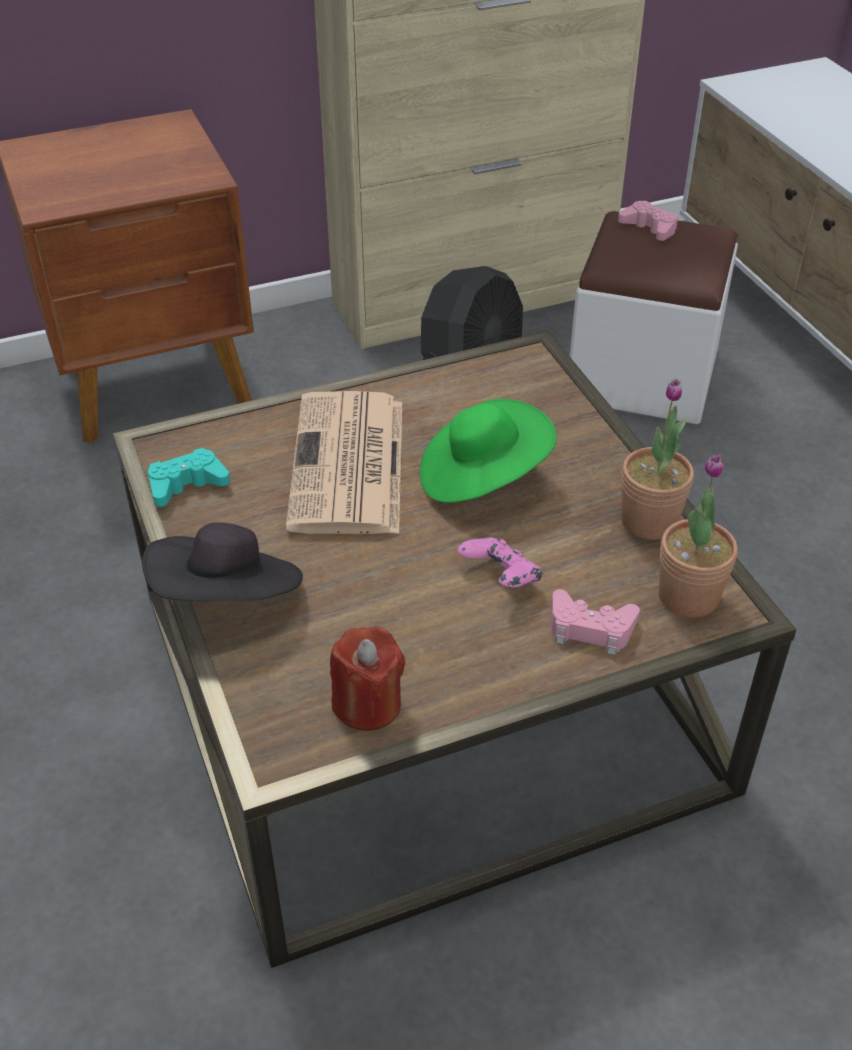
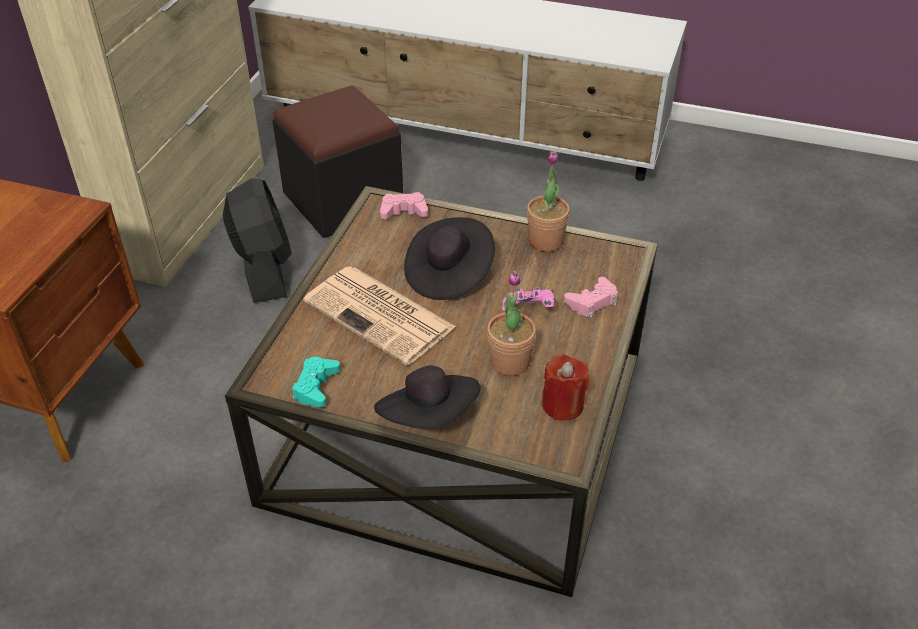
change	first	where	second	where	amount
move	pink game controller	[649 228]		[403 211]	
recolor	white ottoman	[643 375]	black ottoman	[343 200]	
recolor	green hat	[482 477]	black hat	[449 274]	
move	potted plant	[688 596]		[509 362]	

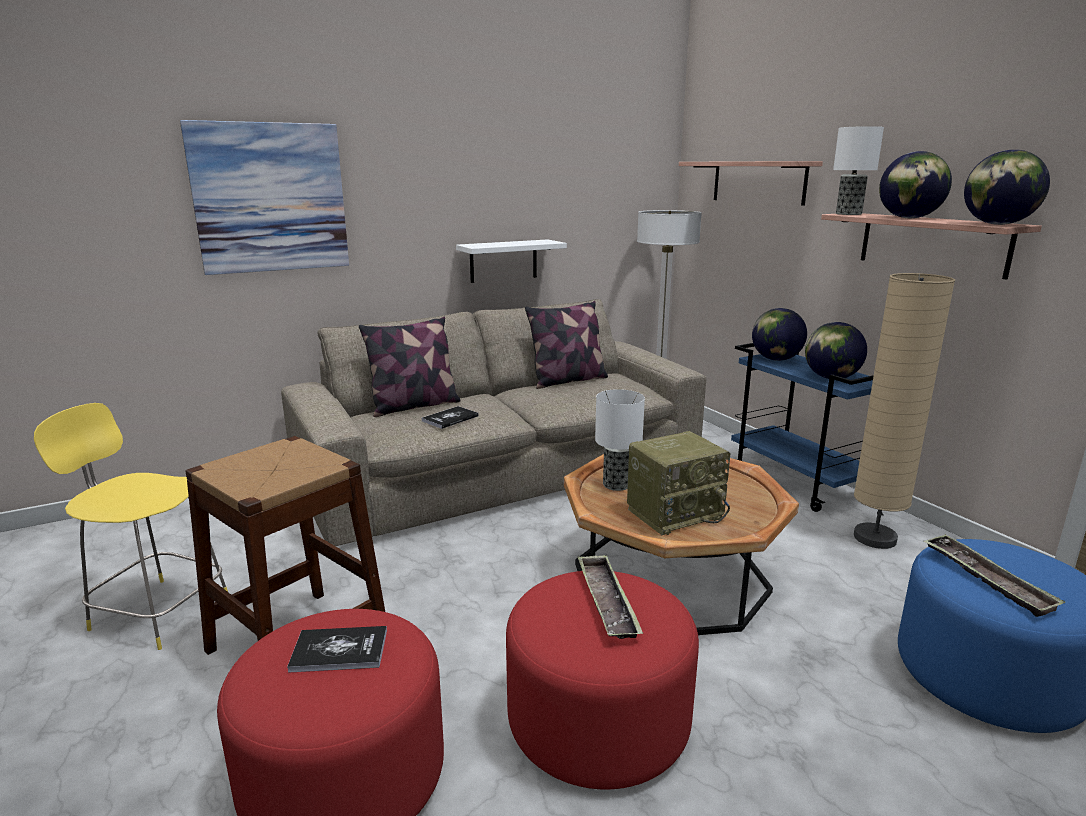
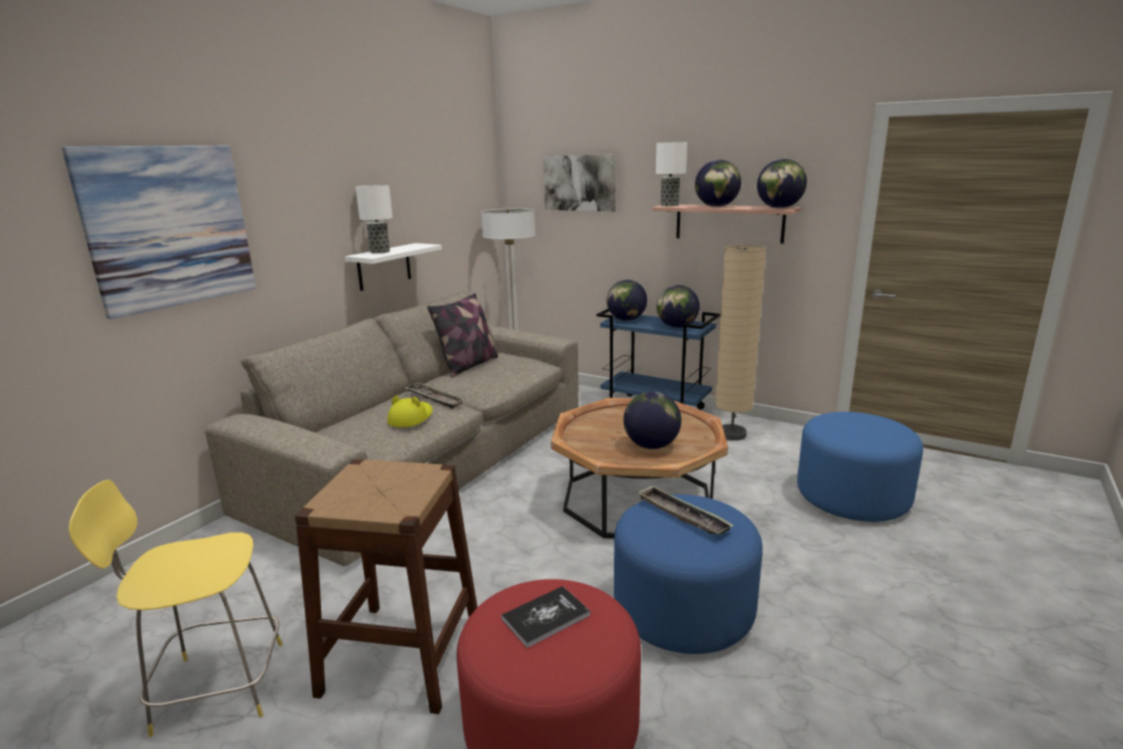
change	first	where	second	where	amount
replace	shelf	[758 182]	picture	[579 183]	
delete	pillow	[414 406]			
move	table lamp	[616 484]		[379 252]	
replace	book	[450 418]	yellow hat	[410 418]	
replace	radio	[675 513]	globe	[651 445]	
move	tray	[986 579]		[434 398]	
recolor	red ottoman	[598 722]	blue ottoman	[683 609]	

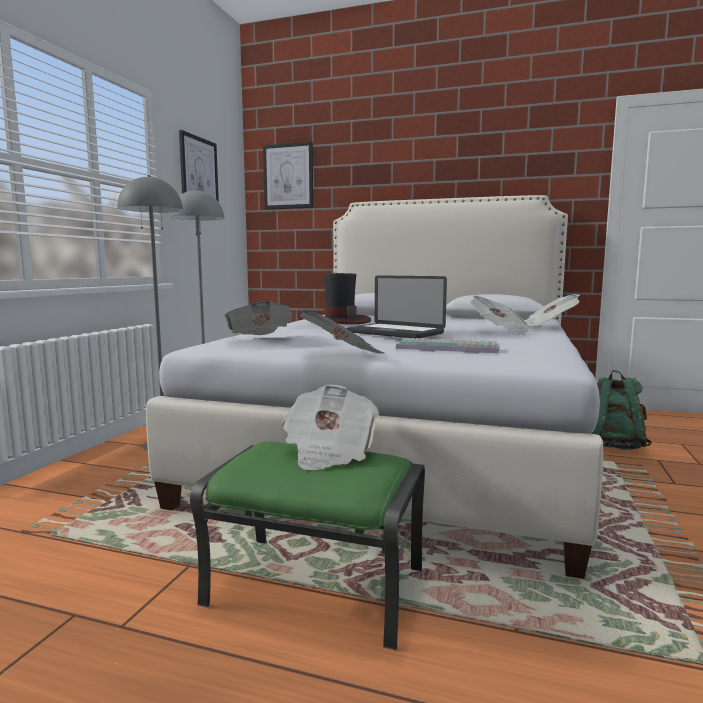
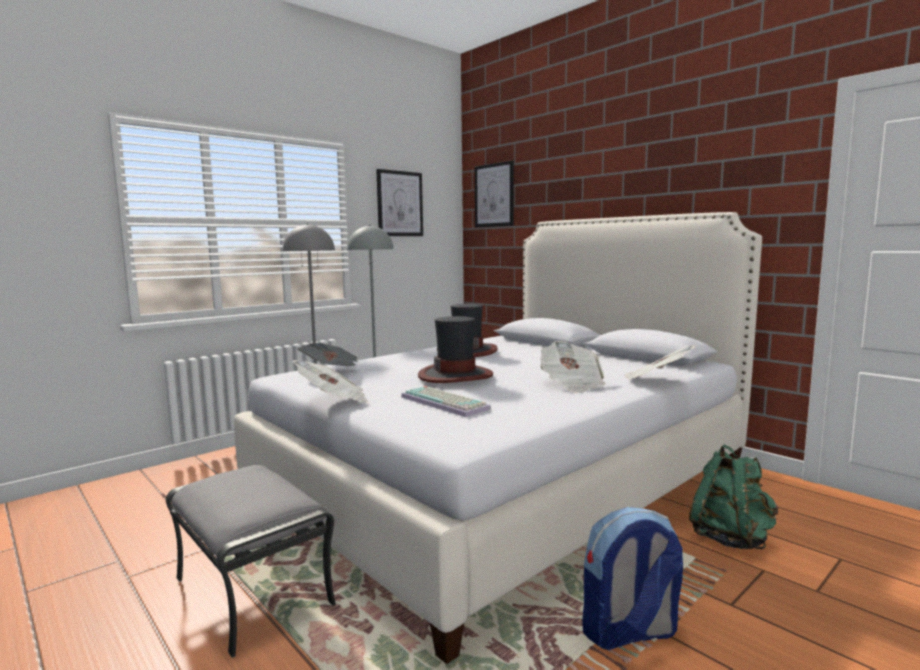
change	first	where	second	where	amount
replace	laptop	[395 333]	hat	[455 375]	
delete	newspaper	[329 452]			
recolor	green ottoman	[318 586]	grey ottoman	[255 591]	
insert			backpack	[629 633]	

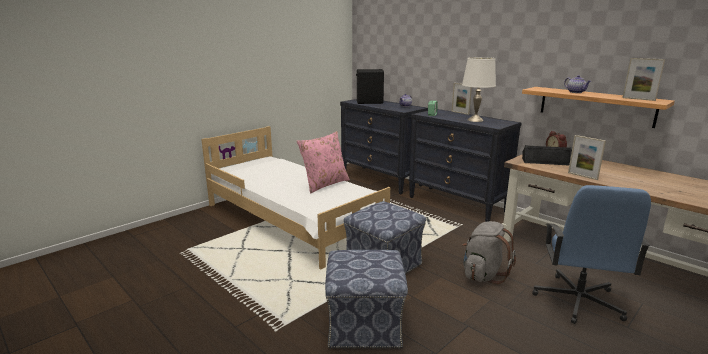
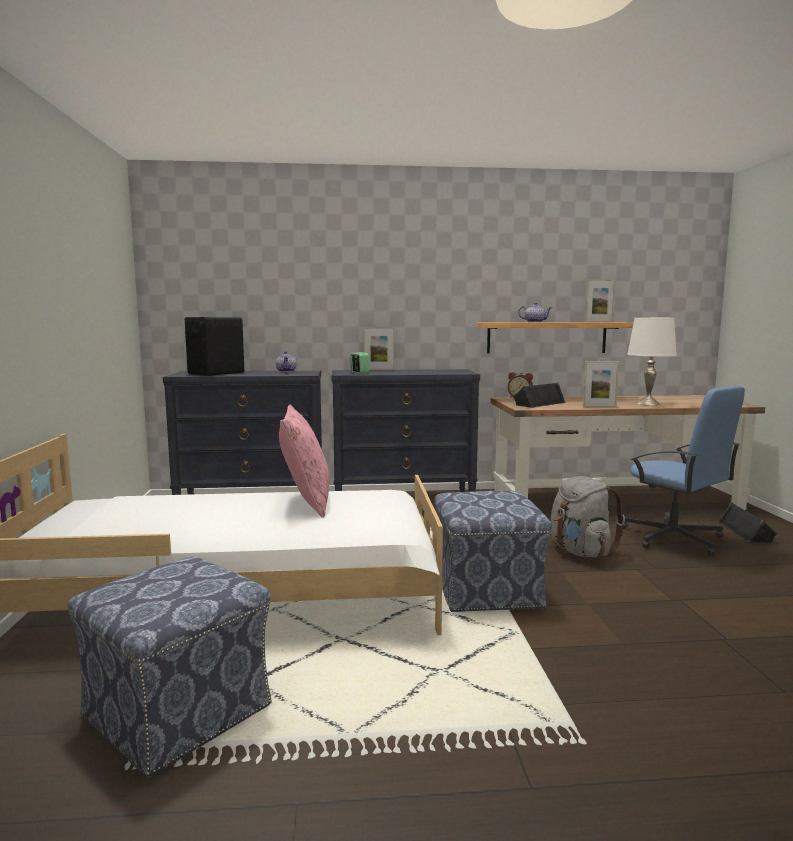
change	first	where	second	where	amount
move	white table lamp	[475 120]		[648 403]	
move	ottoman	[365 325]		[179 710]	
insert			black speaker	[746 532]	

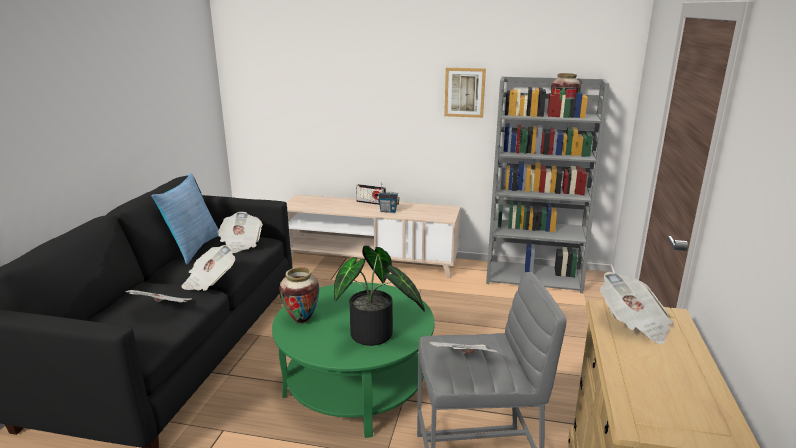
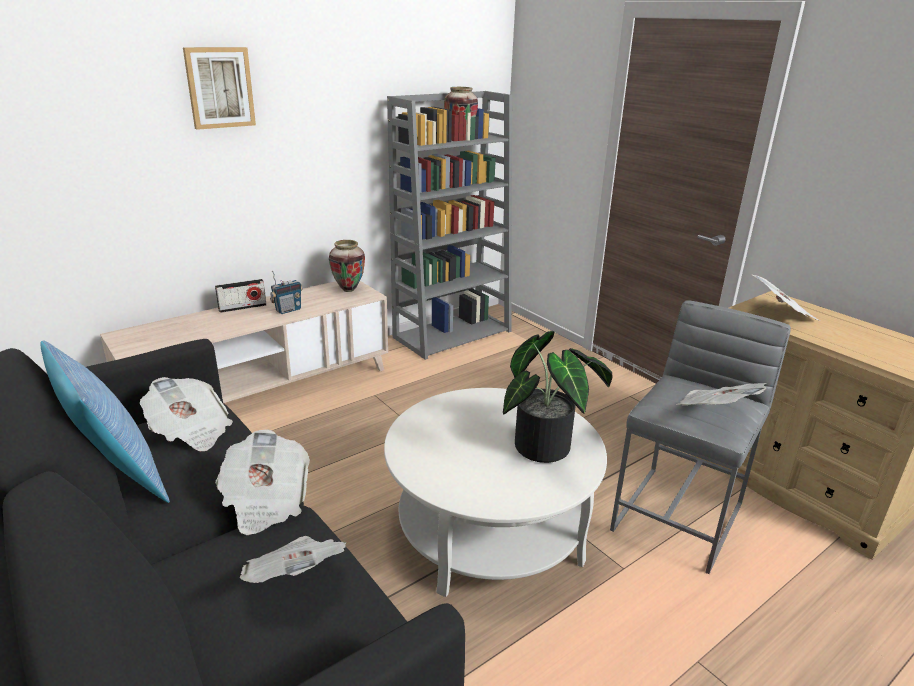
change	first	where	second	where	amount
move	picture	[464 92]		[220 87]	
move	vase	[302 320]		[349 290]	
recolor	green coffee table	[356 385]	white coffee table	[489 528]	

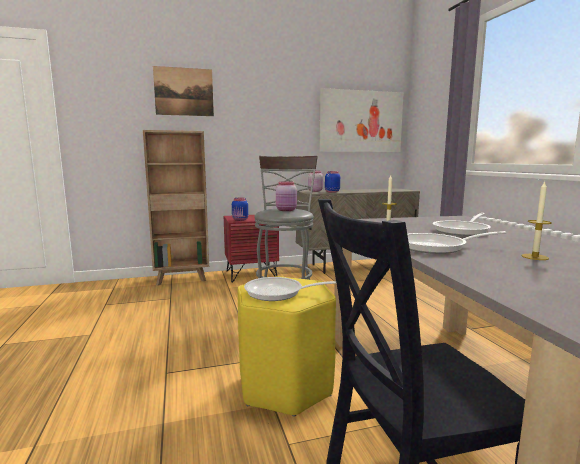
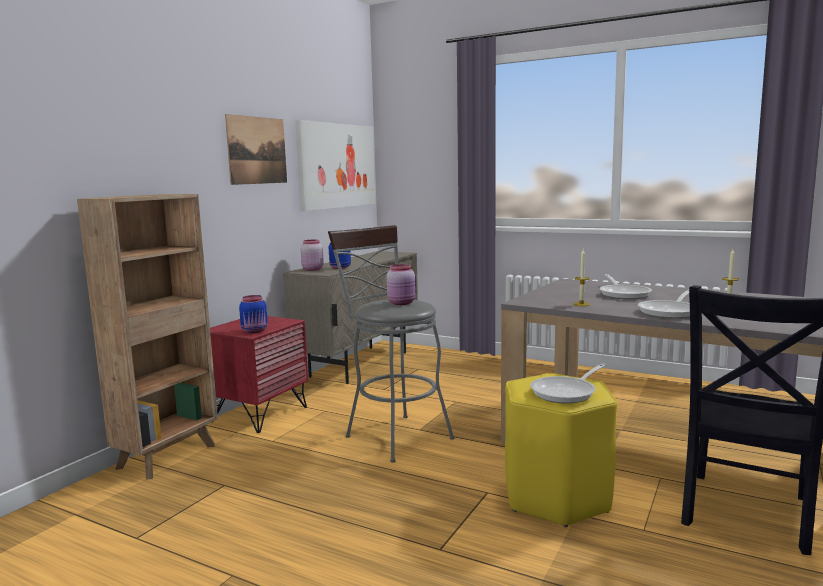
change	first	where	second	where	amount
move	picture	[184 92]		[257 150]	

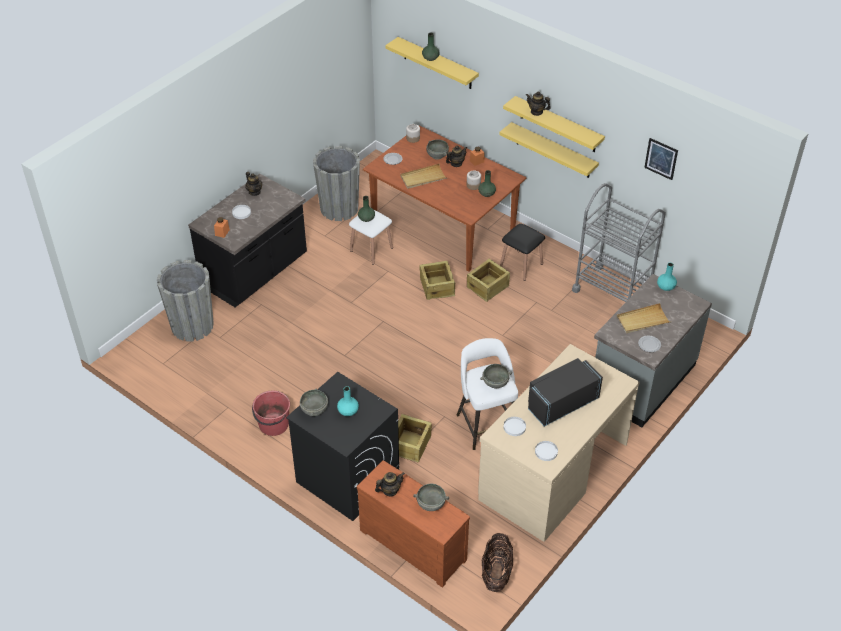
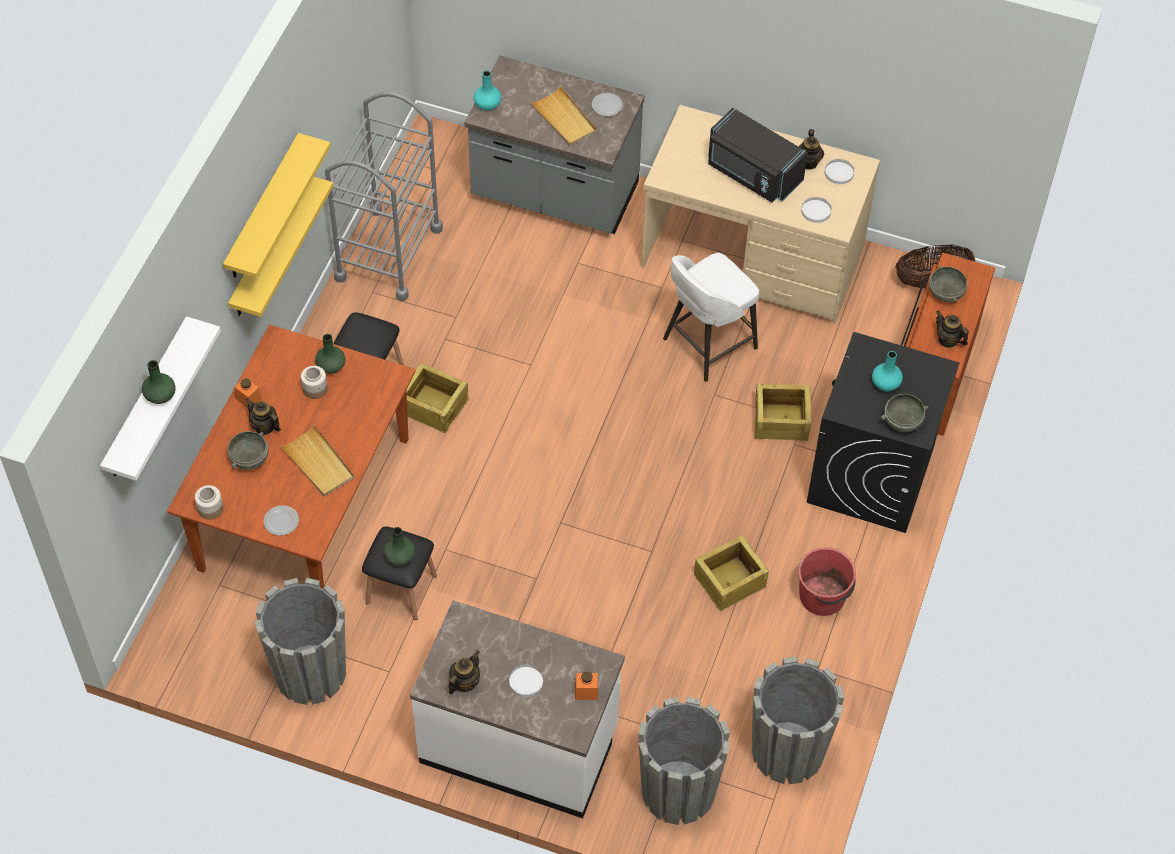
change	first	where	second	where	amount
recolor	yellow shelf	[437 63]	white shelf	[147 401]	
move	teapot	[536 112]		[808 162]	
delete	picture	[661 158]			
recolor	black counter	[255 273]	white counter	[519 744]	
recolor	white stool	[371 249]	black stool	[401 589]	
move	crate	[437 286]		[729 580]	
delete	grey bowl	[495 382]			
insert			grey planter	[787 751]	

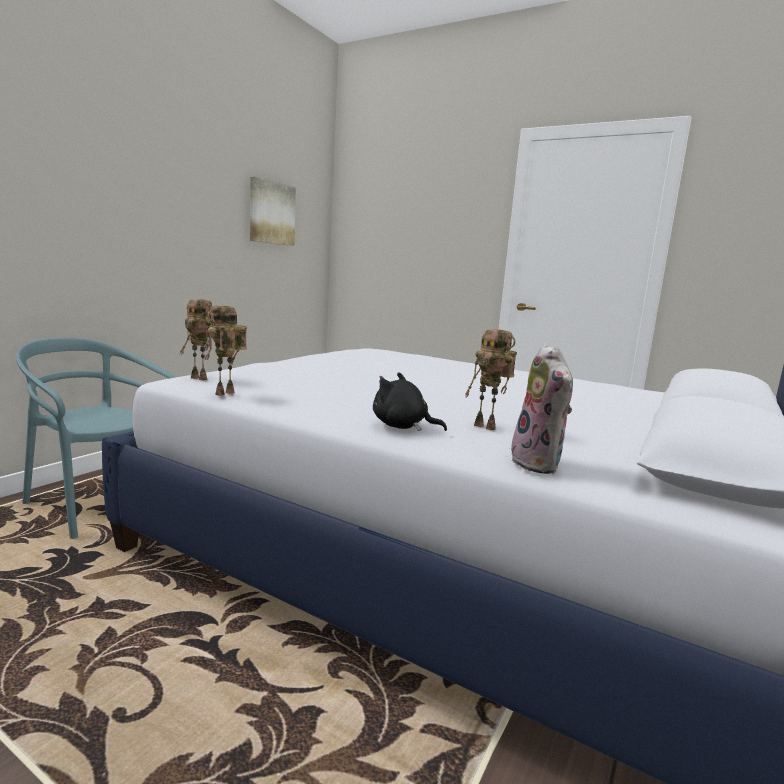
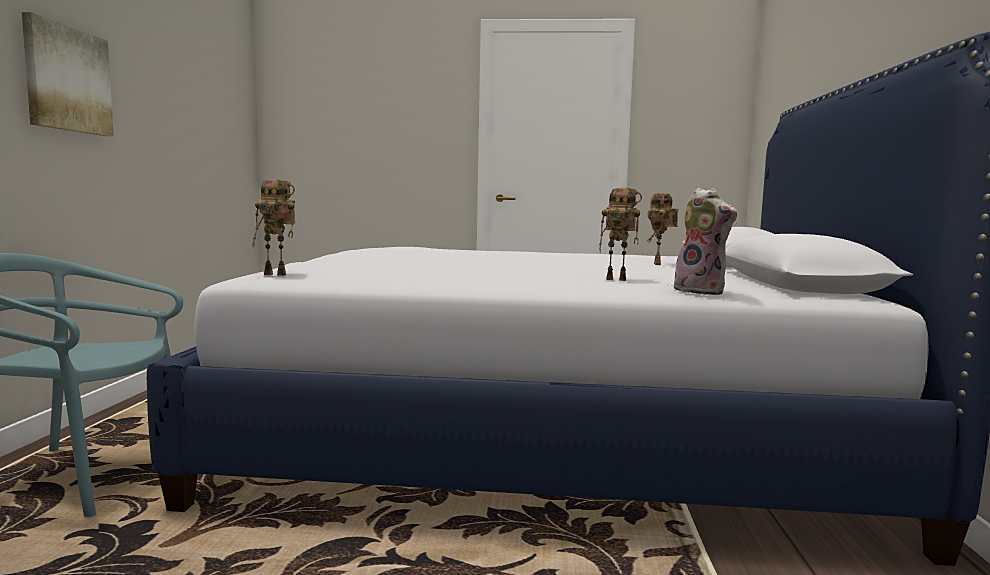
change	first	where	second	where	amount
move	picture	[271 213]		[67 79]	
move	toy robot	[225 394]		[659 264]	
delete	black plush toy	[402 427]			

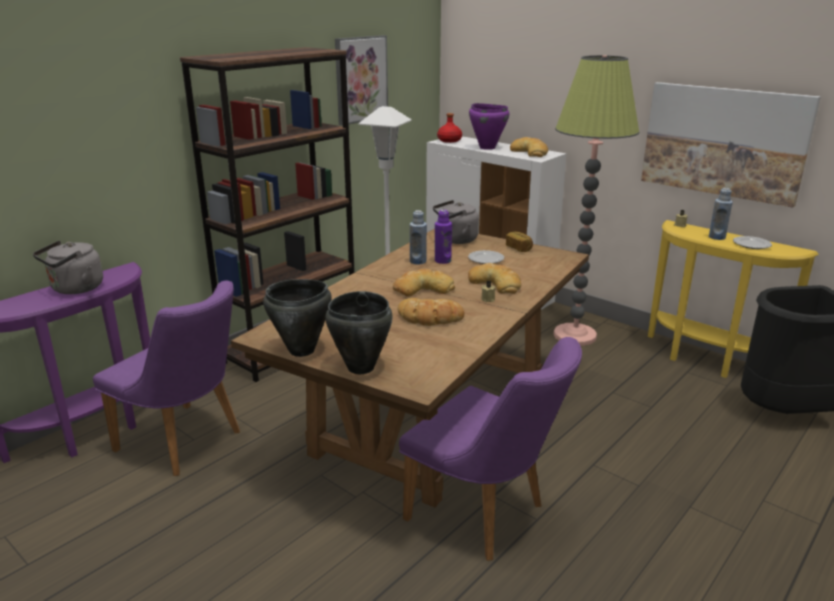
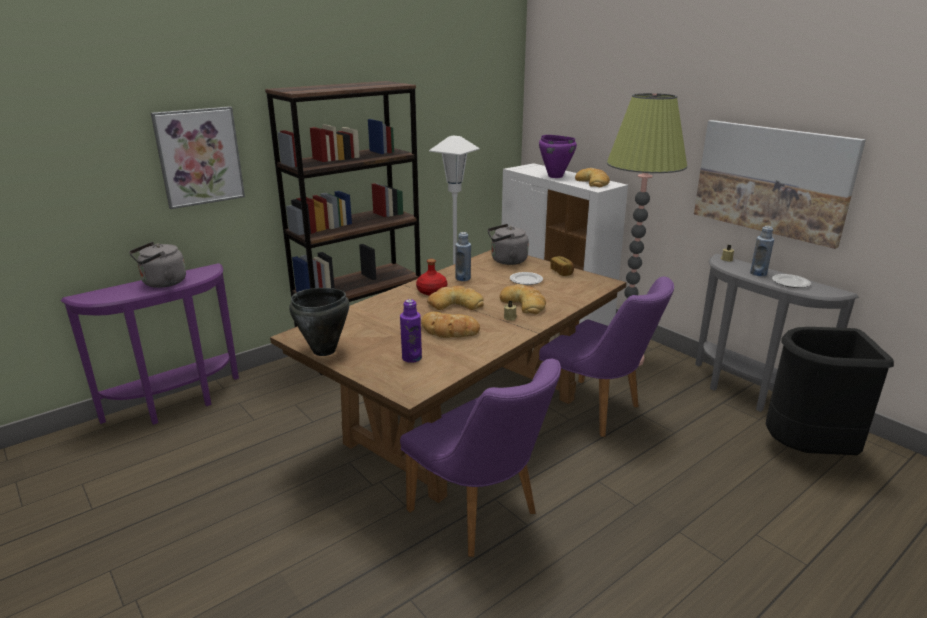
change	first	where	second	where	amount
move	picture	[361 79]		[199 156]	
move	red bottle	[449 140]		[432 291]	
move	purple bottle	[442 261]		[411 358]	
recolor	yellow console table	[706 361]	grey console table	[746 394]	
move	purple chair	[187 443]		[598 411]	
delete	black cooking pot	[360 368]			

